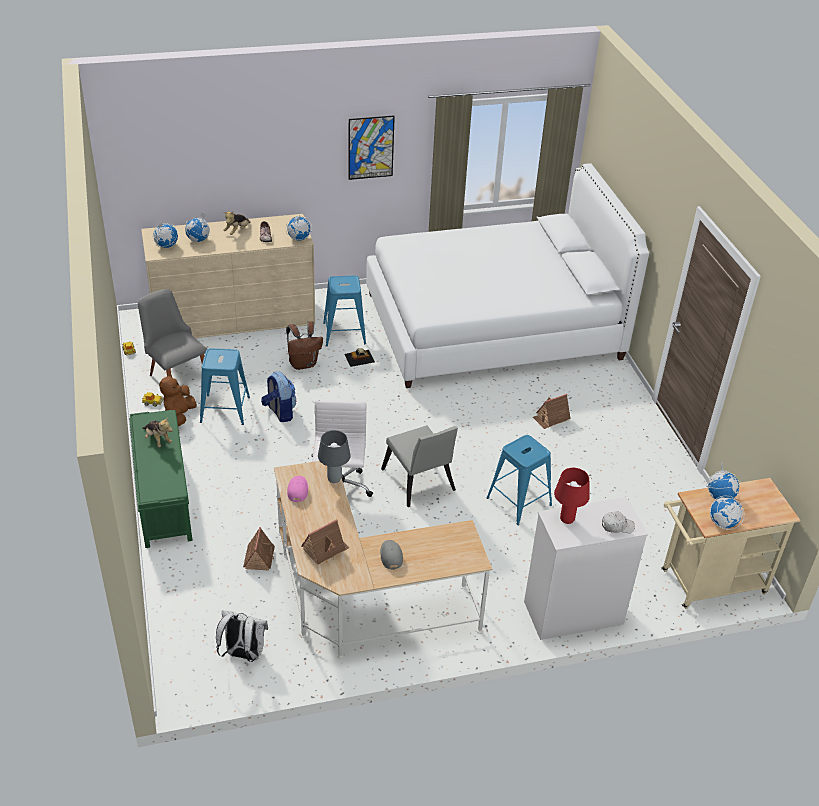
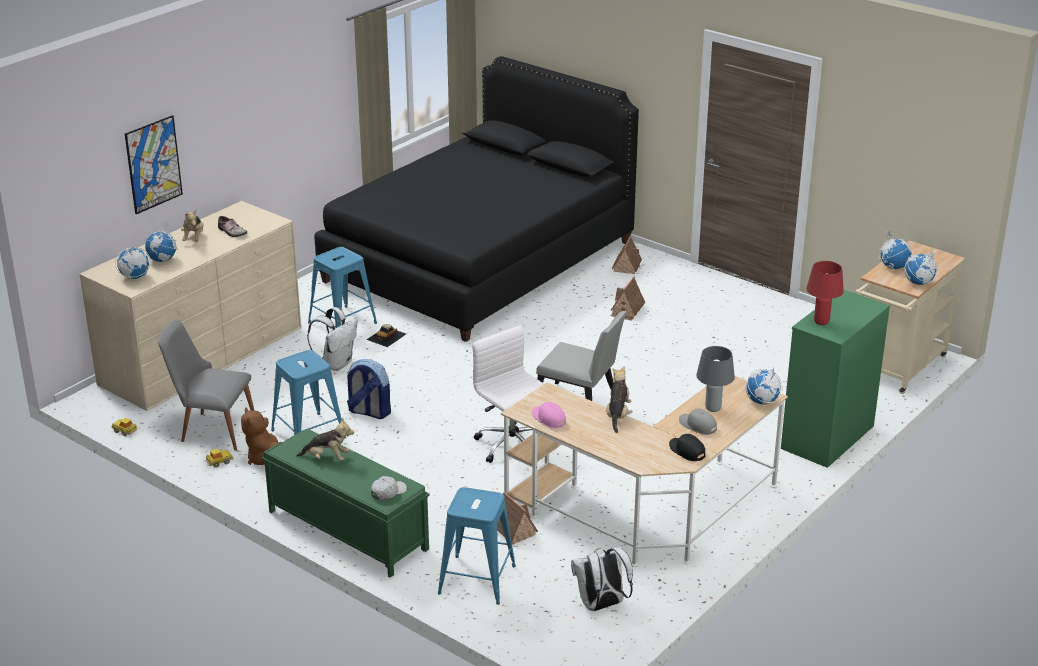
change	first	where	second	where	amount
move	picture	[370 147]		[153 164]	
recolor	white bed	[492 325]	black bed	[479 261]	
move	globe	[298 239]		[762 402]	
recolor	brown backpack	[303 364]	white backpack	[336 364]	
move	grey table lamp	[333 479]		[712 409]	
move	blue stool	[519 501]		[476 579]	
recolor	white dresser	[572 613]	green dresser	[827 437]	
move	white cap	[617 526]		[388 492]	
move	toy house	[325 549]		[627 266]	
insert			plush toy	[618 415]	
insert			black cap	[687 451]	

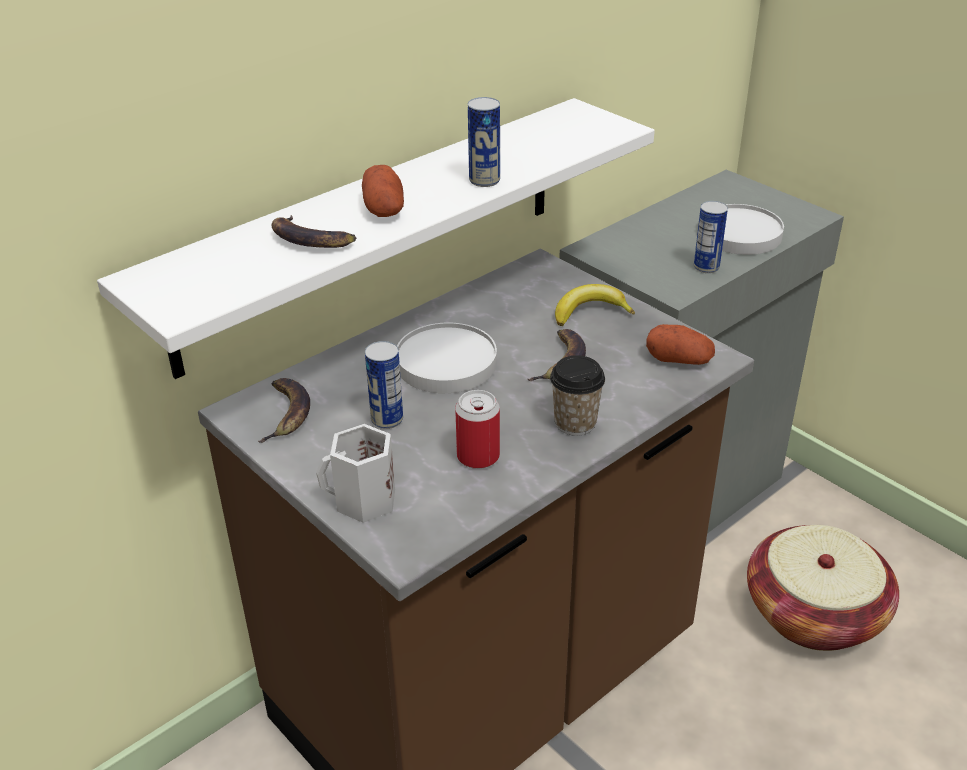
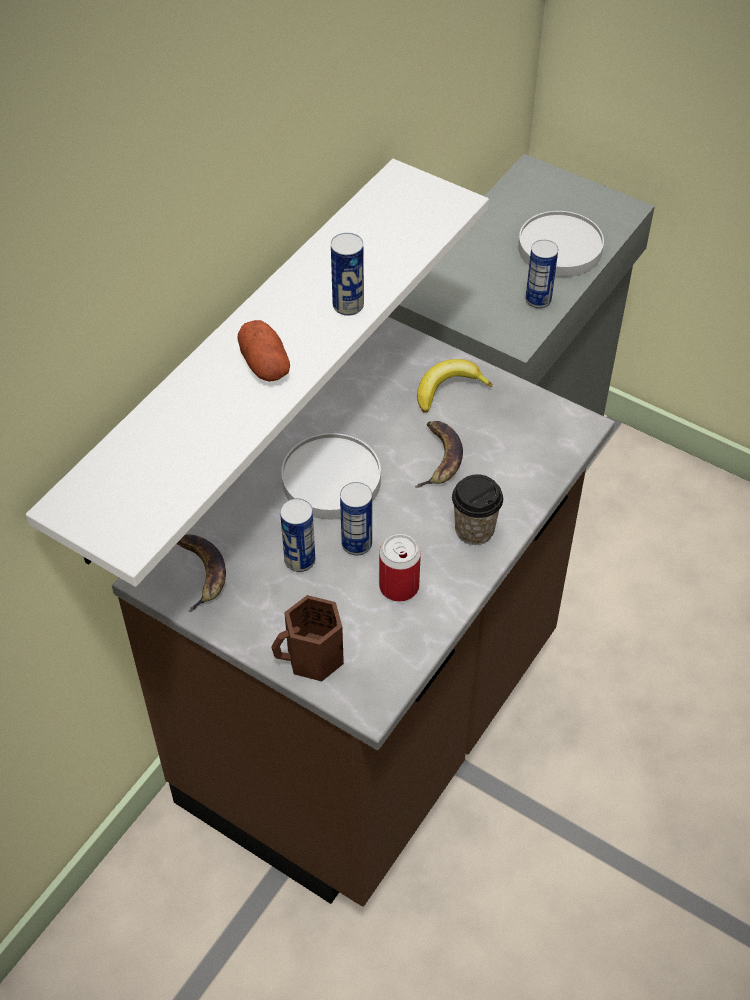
change	first	where	second	where	amount
delete	banana	[311 239]			
delete	potato	[679 359]			
recolor	white mug	[363 502]	brown mug	[313 659]	
delete	basket	[814 614]			
insert			can	[356 544]	

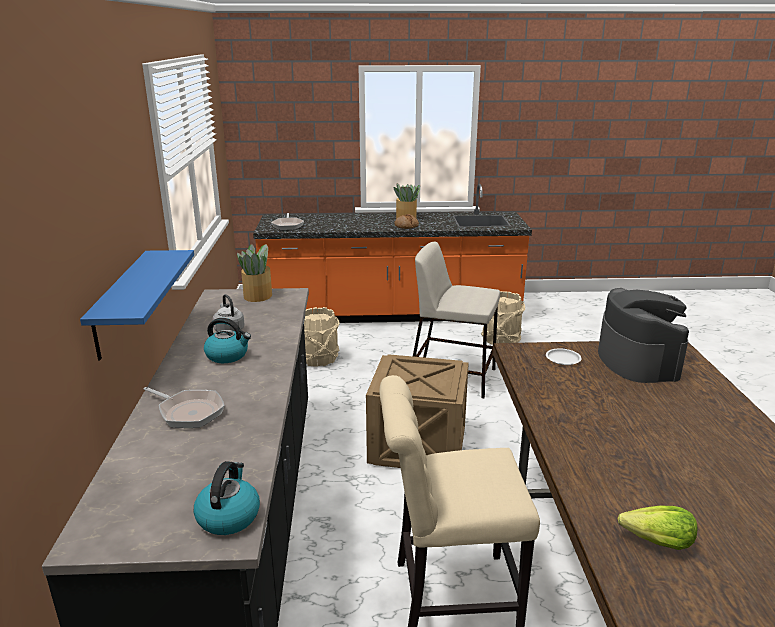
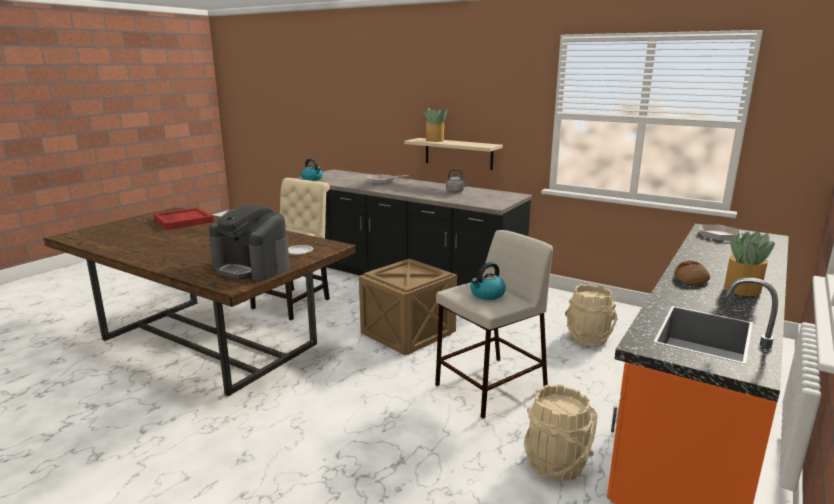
change	first	where	second	where	amount
move	potted plant	[258 296]		[435 140]	
recolor	blue shelf	[121 303]	beige shelf	[458 153]	
move	kettle	[228 355]		[487 294]	
replace	lettuce	[657 542]	red tray	[183 221]	

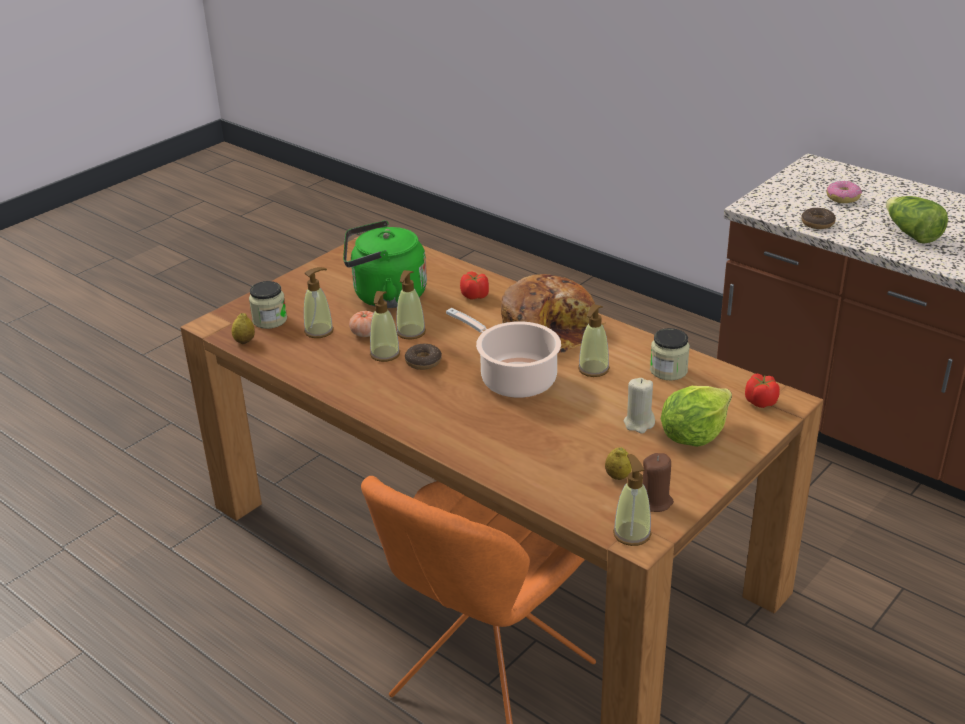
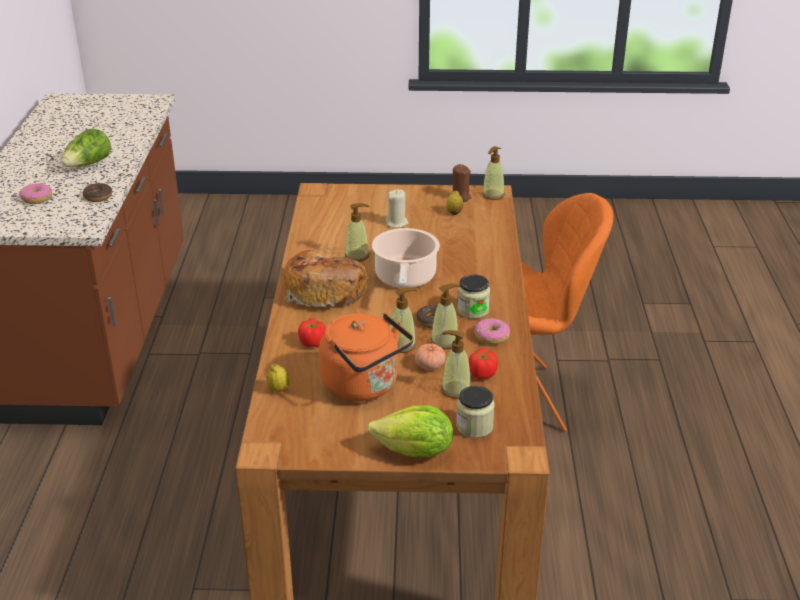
change	first	where	second	where	amount
recolor	green kettle	[385 296]	orange kettle	[364 386]	
move	lemon	[244 341]		[278 389]	
move	jar	[668 370]		[473 310]	
move	tomato	[760 401]		[482 373]	
move	lettuce	[693 435]		[415 452]	
insert			donut	[492 337]	

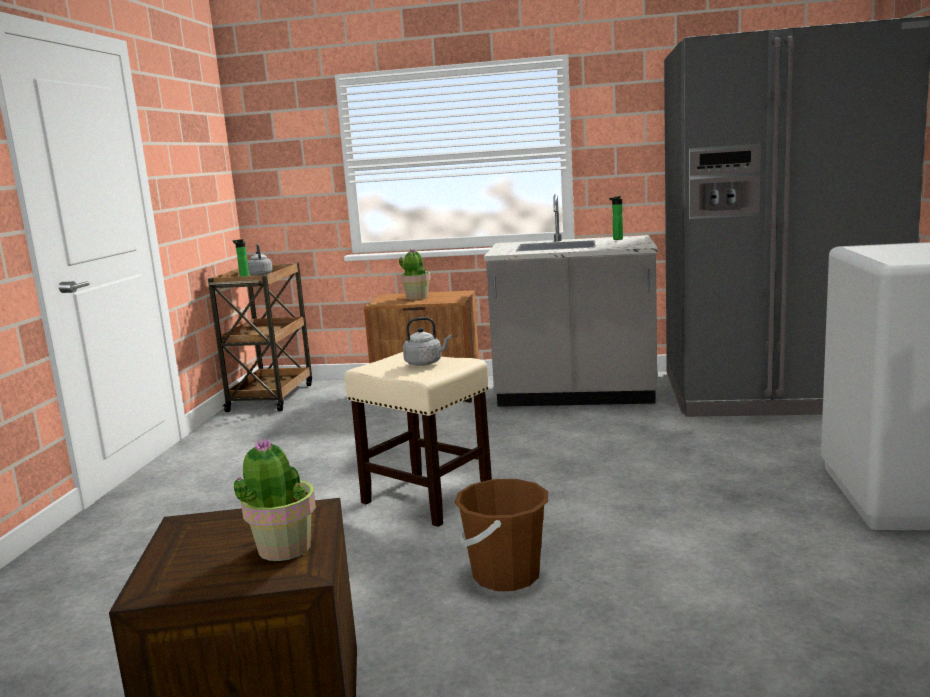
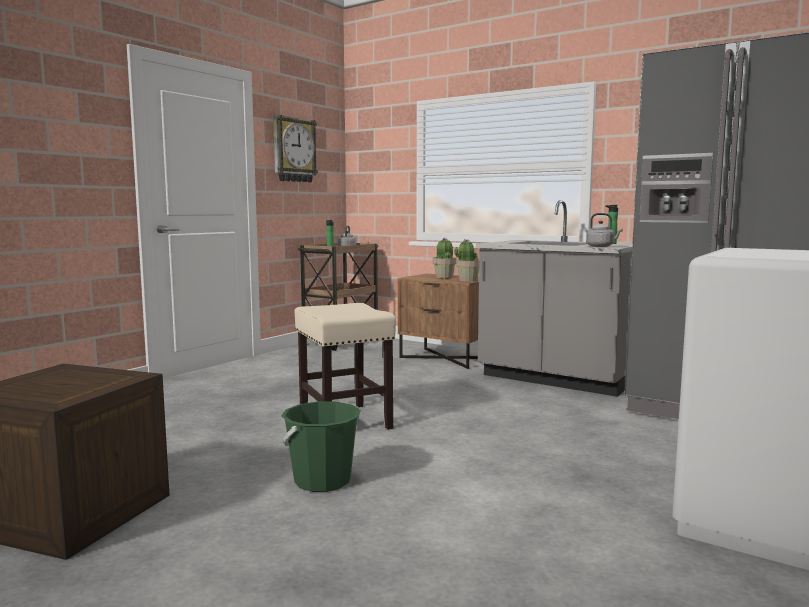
change	first	where	second	where	amount
move	grey kettle	[425 363]		[601 246]	
move	potted plant	[283 548]		[468 280]	
recolor	brown bucket	[506 575]	green bucket	[322 481]	
insert			wall clock	[293 150]	

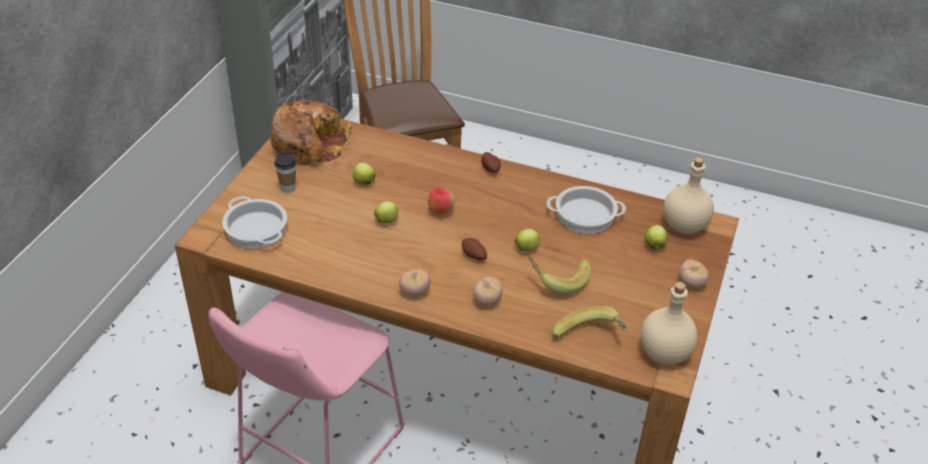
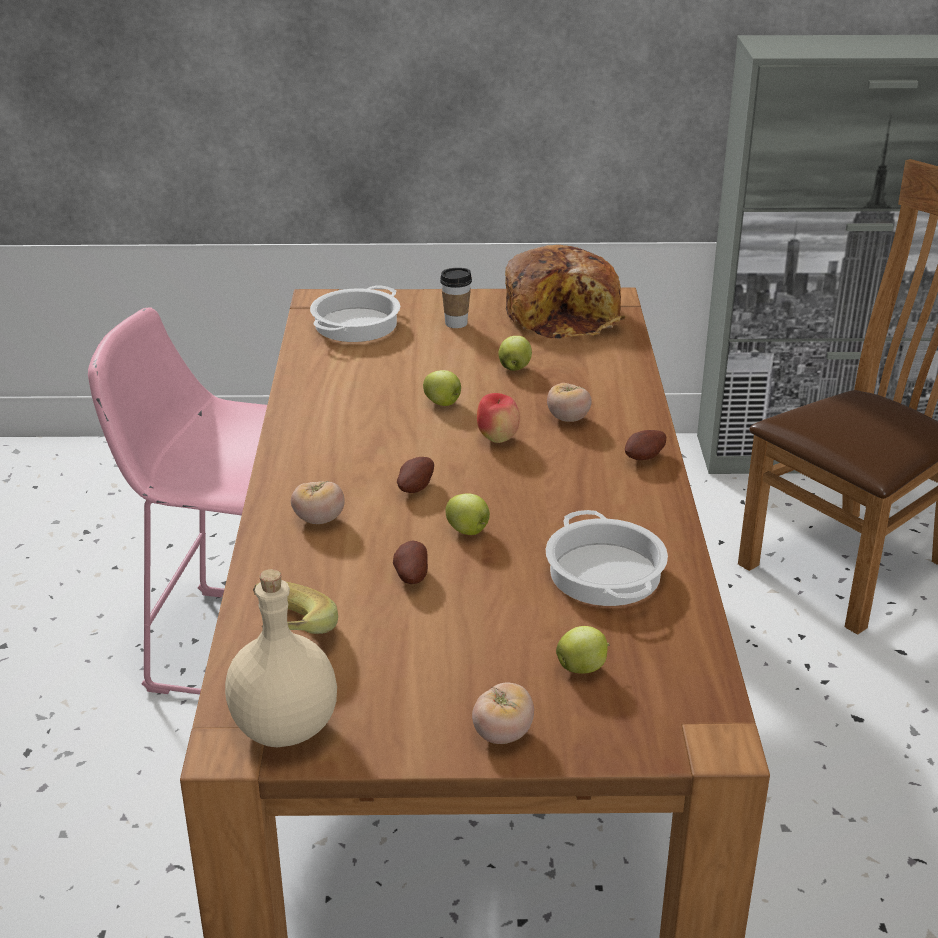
change	first	where	second	where	amount
delete	beige bottle	[683 225]			
replace	banana	[558 280]	potato	[410 576]	
move	tomato	[414 292]		[568 419]	

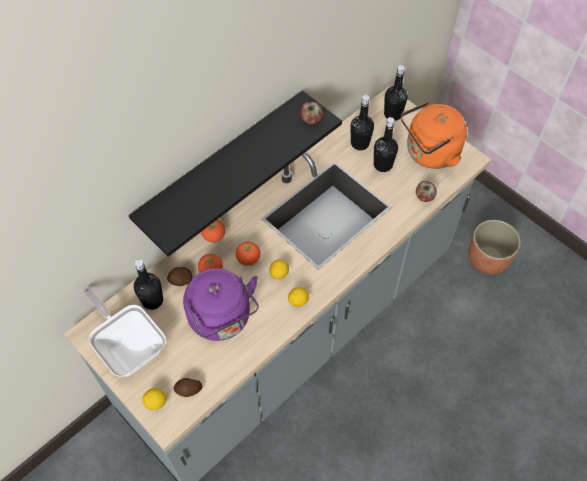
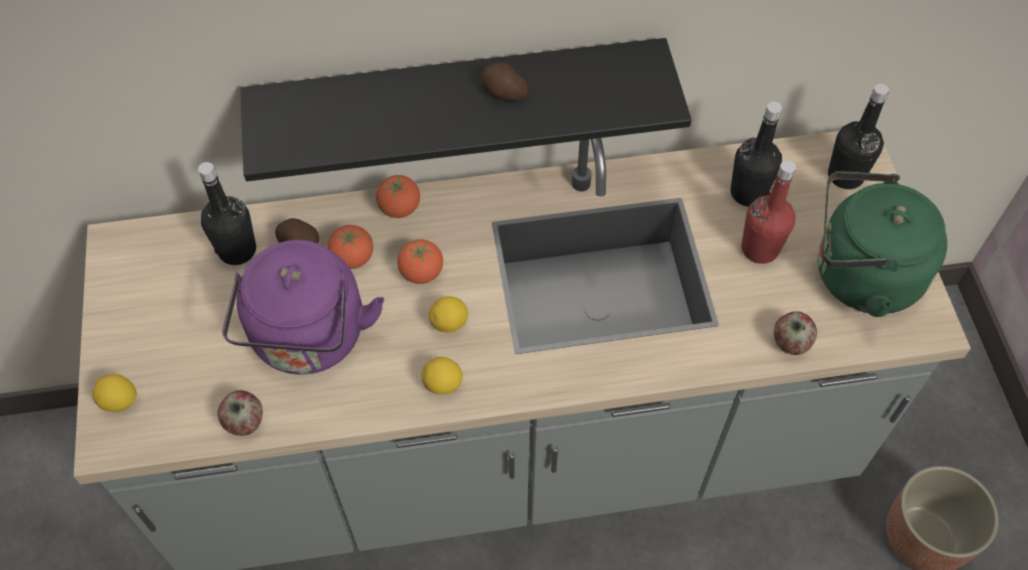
change	first	where	second	where	amount
move	apple	[310 120]		[244 422]	
recolor	orange kettle	[429 154]	green kettle	[859 275]	
recolor	black bottle	[383 165]	red bottle	[759 249]	
delete	frying pan	[129 345]			
move	potato	[188 390]		[503 92]	

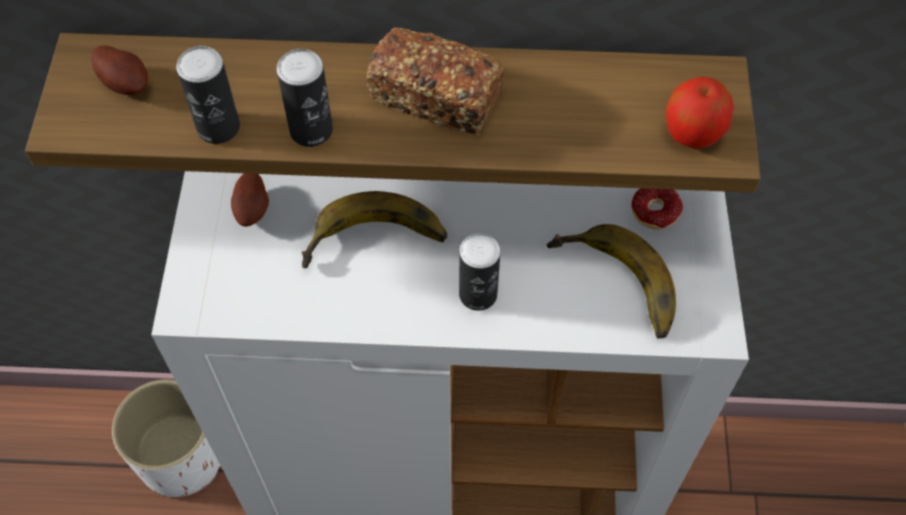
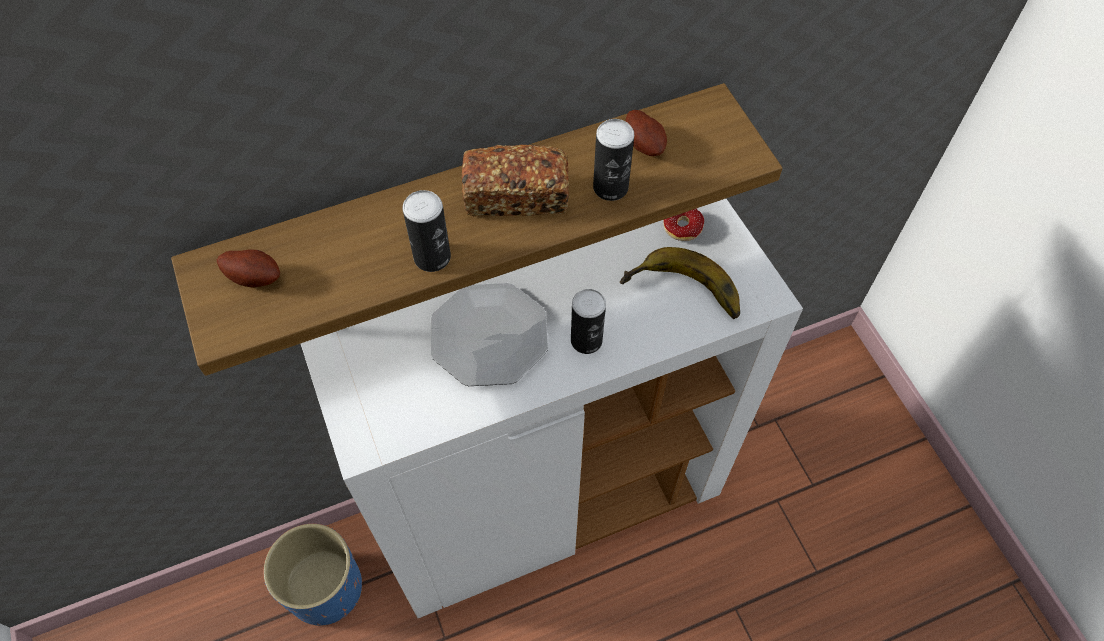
change	first	where	second	where	amount
move	can	[218 127]		[610 187]	
delete	apple	[693 133]			
move	potato	[253 208]		[645 144]	
replace	banana	[376 246]	plate	[488 335]	
recolor	white planter	[182 458]	blue planter	[326 588]	

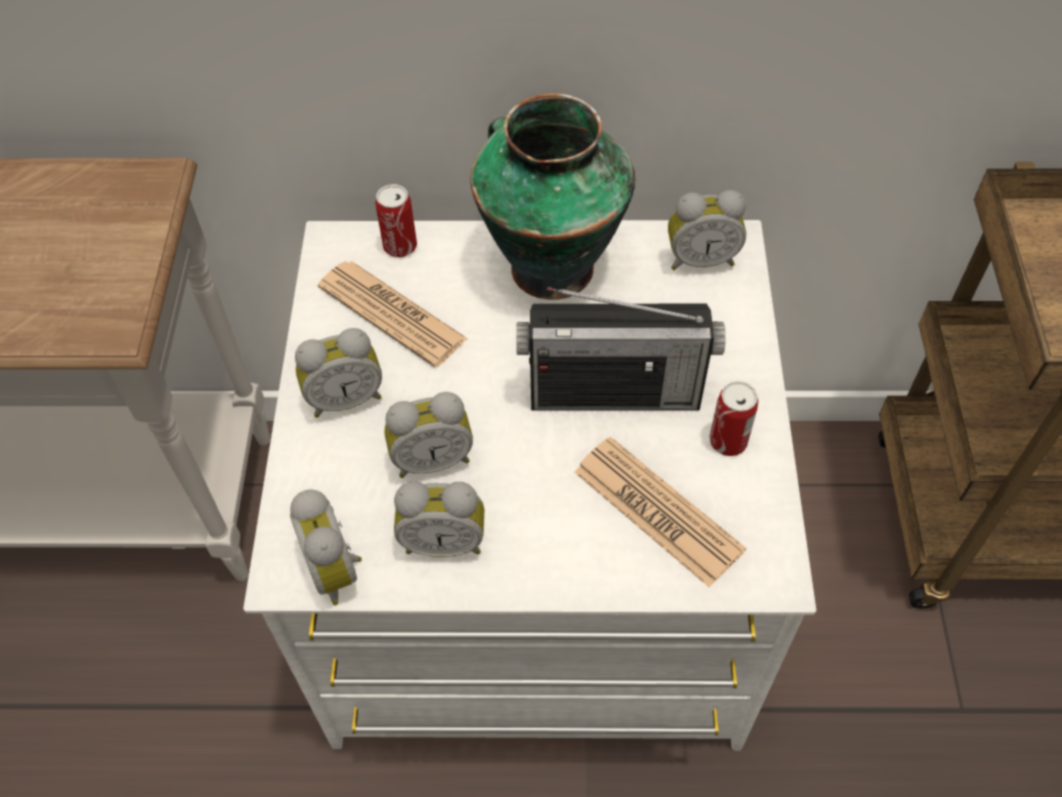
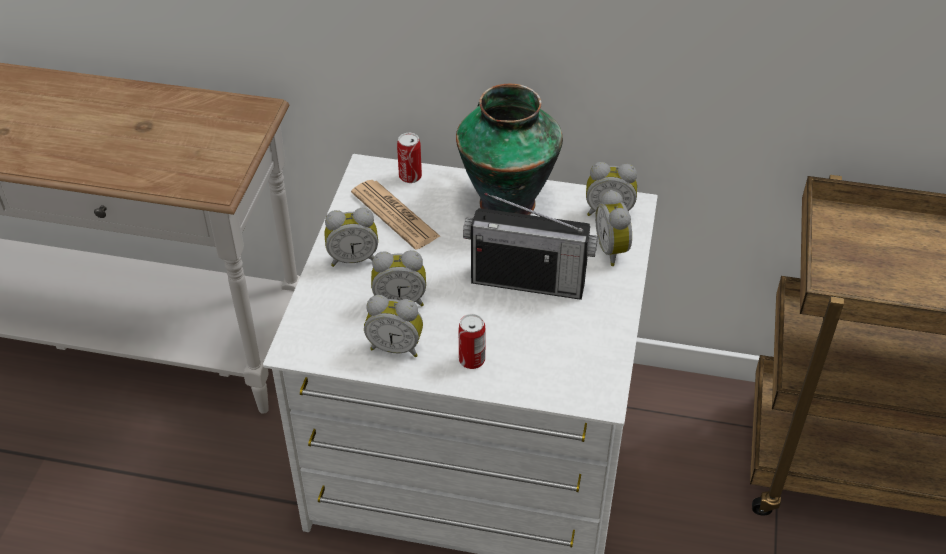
change	first	where	second	where	amount
move	can	[728 441]		[472 360]	
delete	newspaper	[657 511]			
move	alarm clock	[338 568]		[614 250]	

